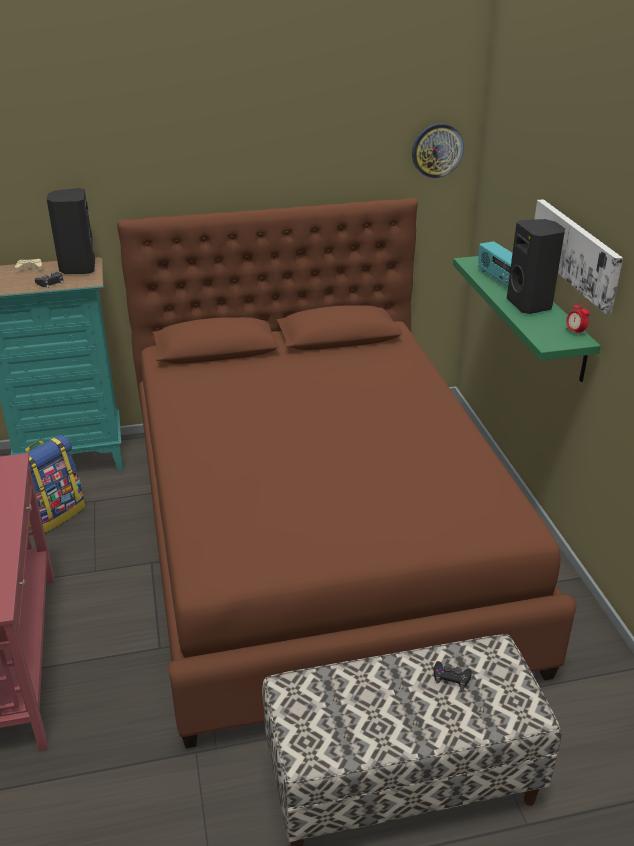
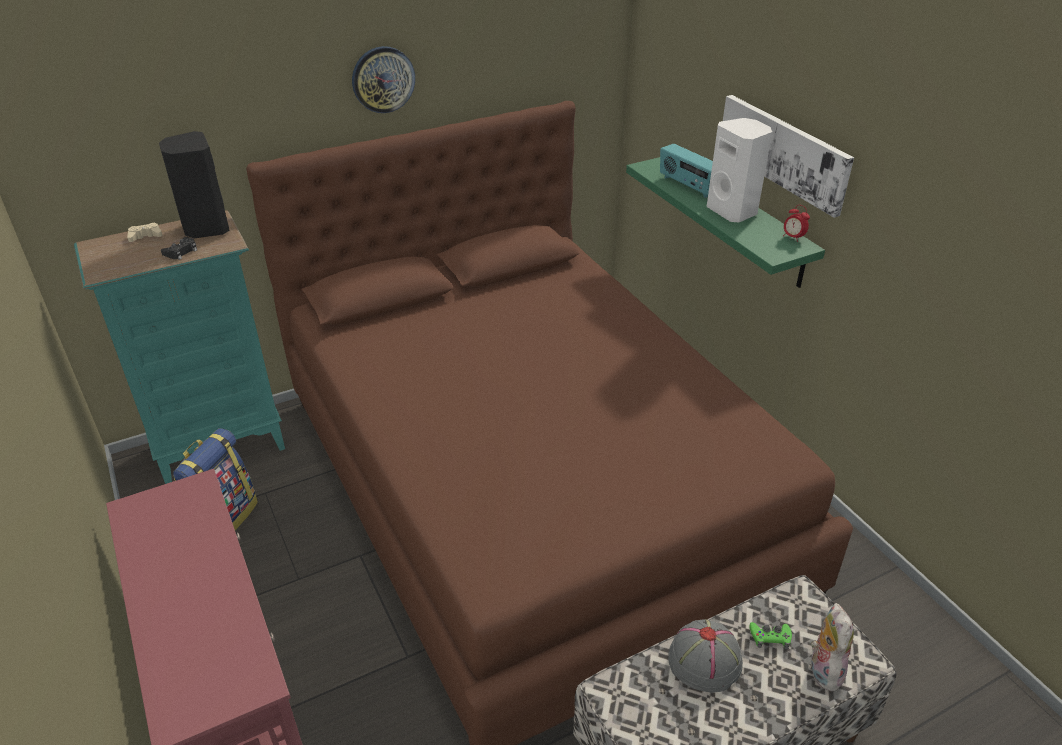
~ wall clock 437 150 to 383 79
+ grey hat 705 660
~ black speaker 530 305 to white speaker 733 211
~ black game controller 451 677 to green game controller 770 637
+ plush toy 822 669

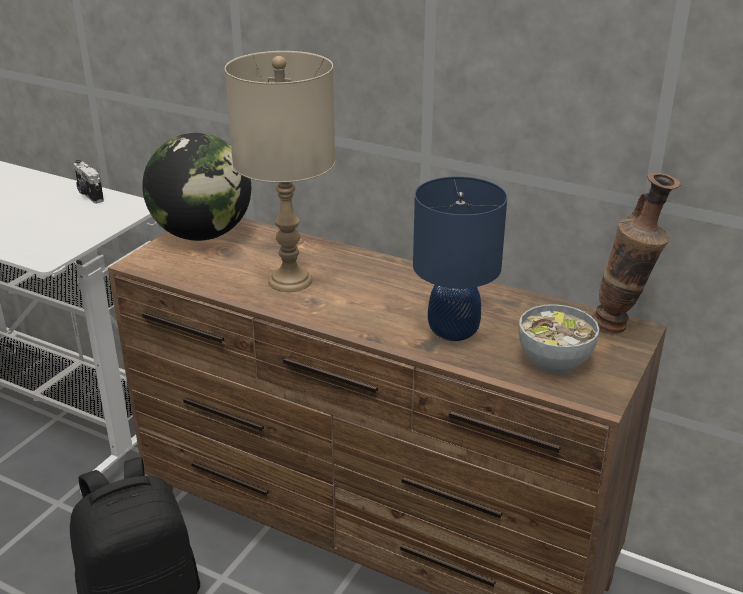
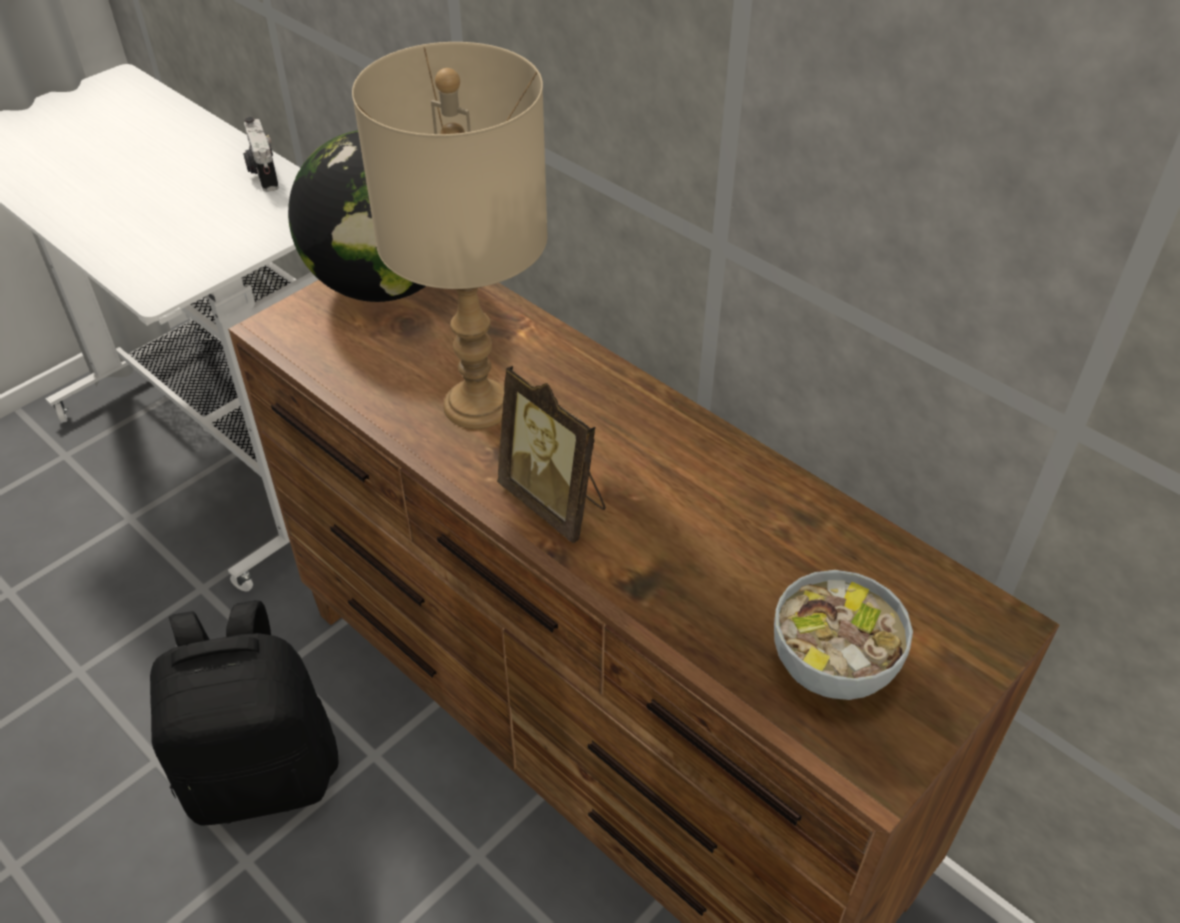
+ picture frame 555 502
- blue table lamp 454 331
- vase 621 327

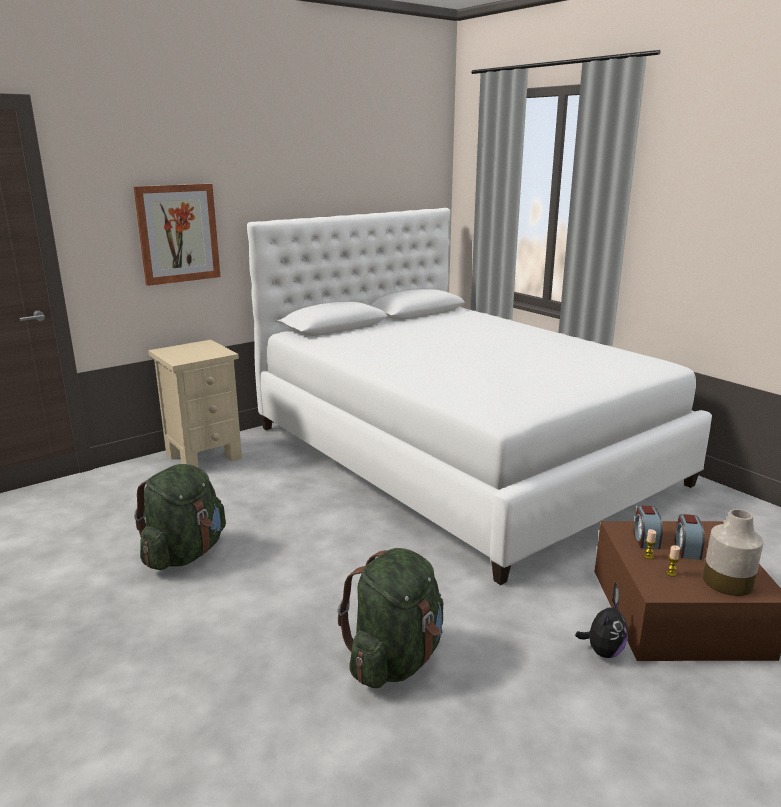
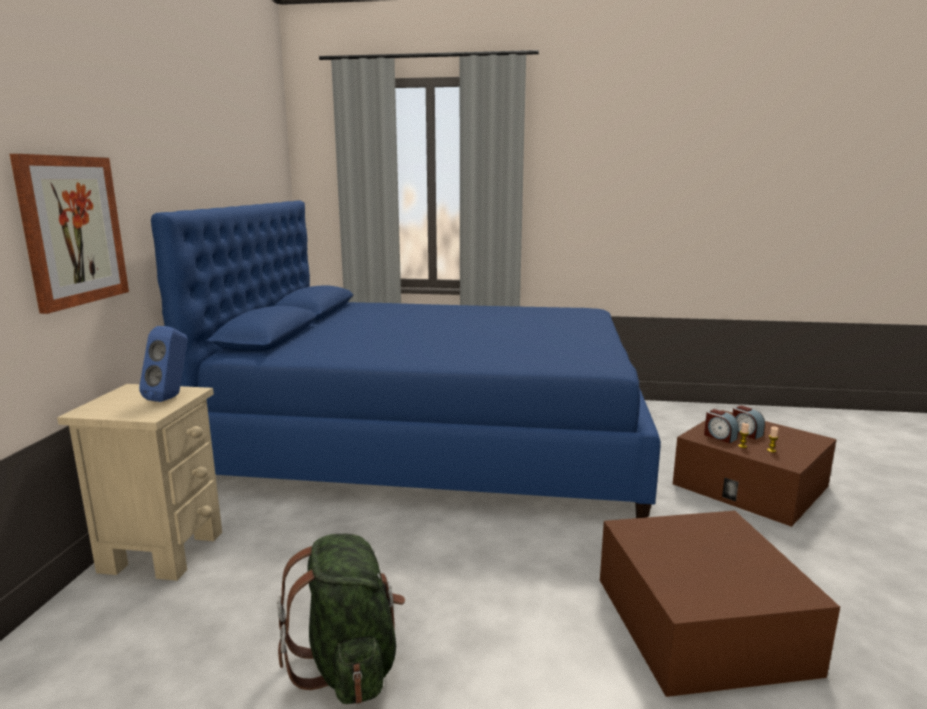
+ blue speaker 171 397
~ white bed 459 453 to blue bed 434 441
~ green backpack 395 659 to brown storage box 700 623
- plush toy 603 651
- beige vase 727 581

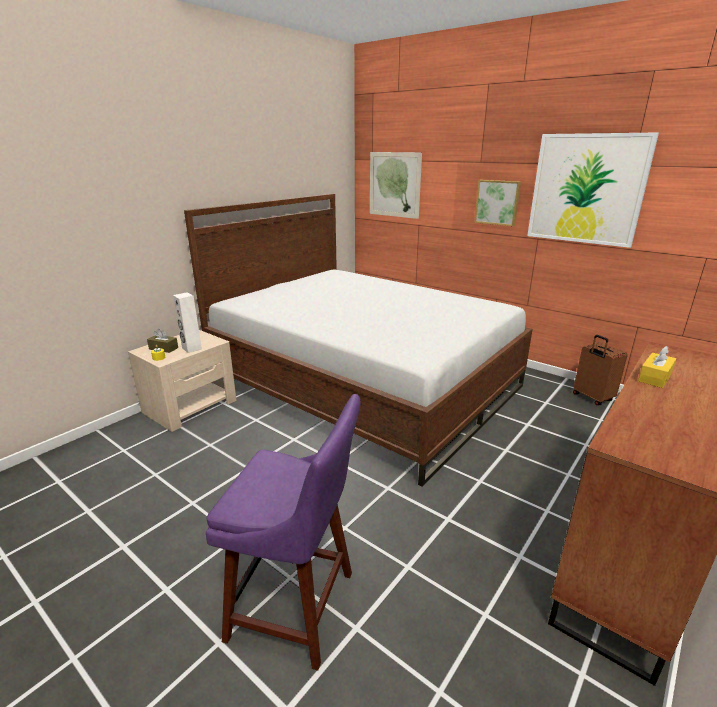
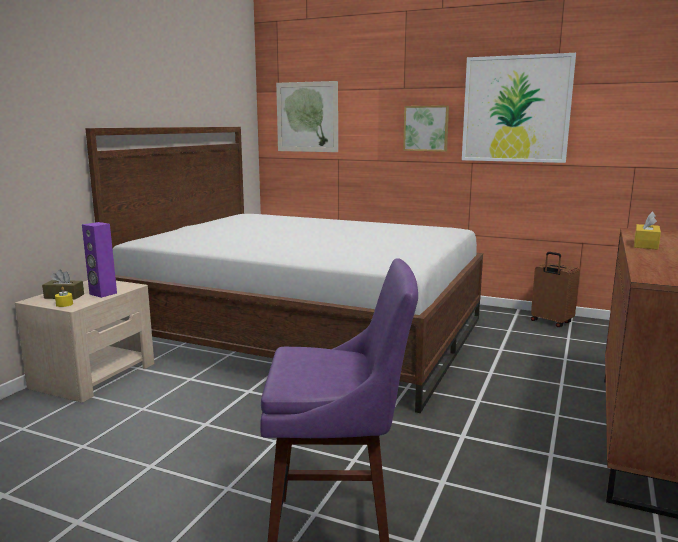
~ white speaker 191 348 to purple speaker 102 294

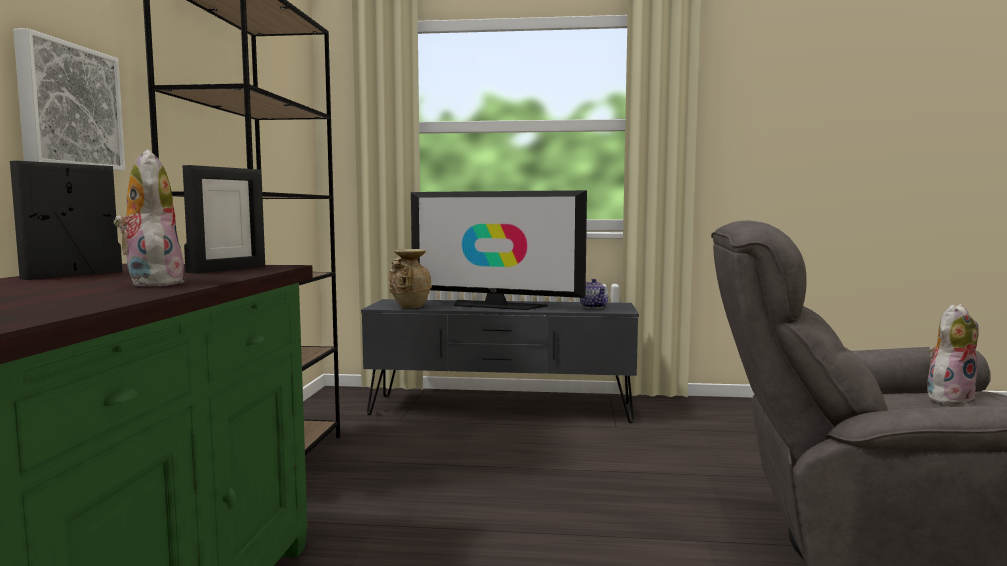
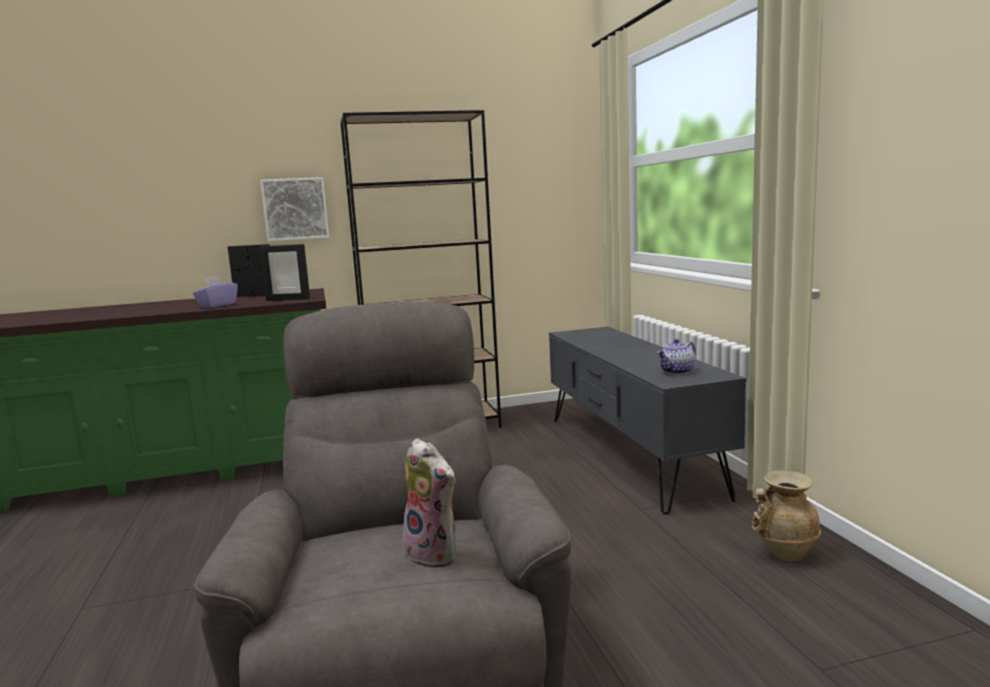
~ plush toy 151 283 to purple tissue box 217 305
~ beige vase 409 307 to 784 553
- television 495 305

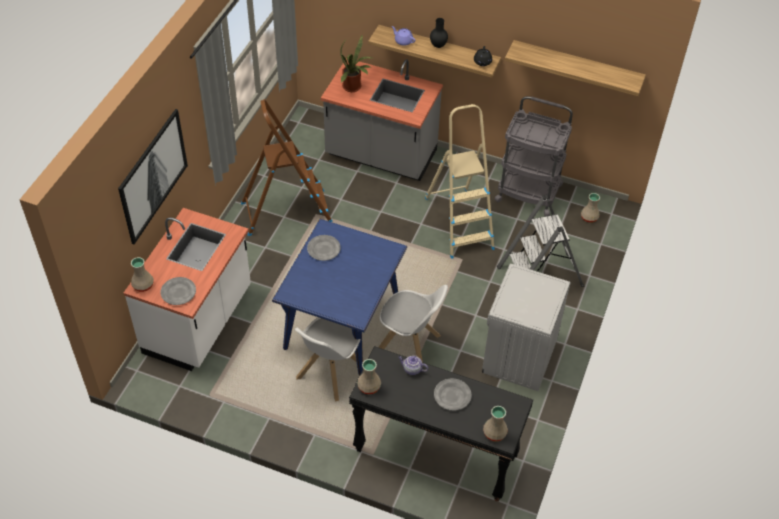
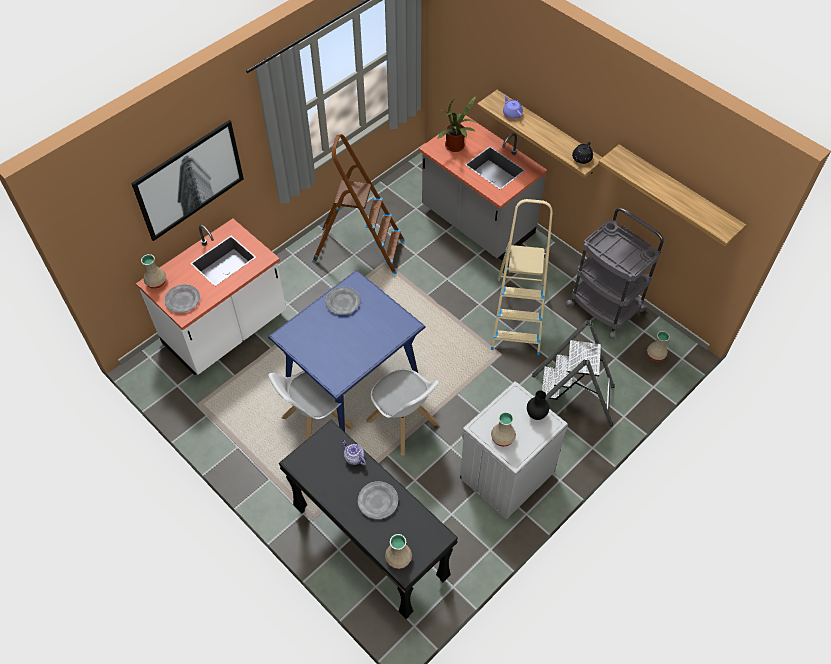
~ beige vase 369 386 to 503 438
~ black vase 437 46 to 535 415

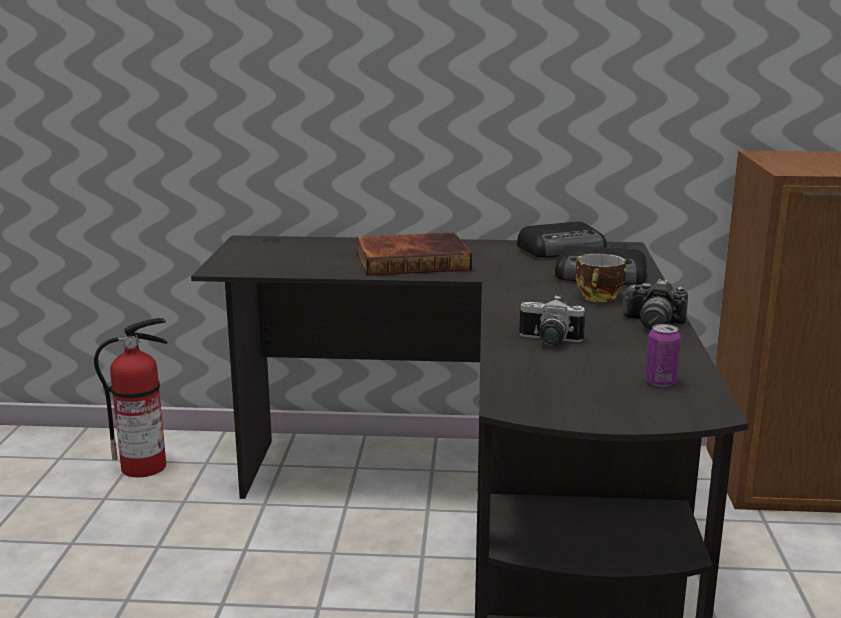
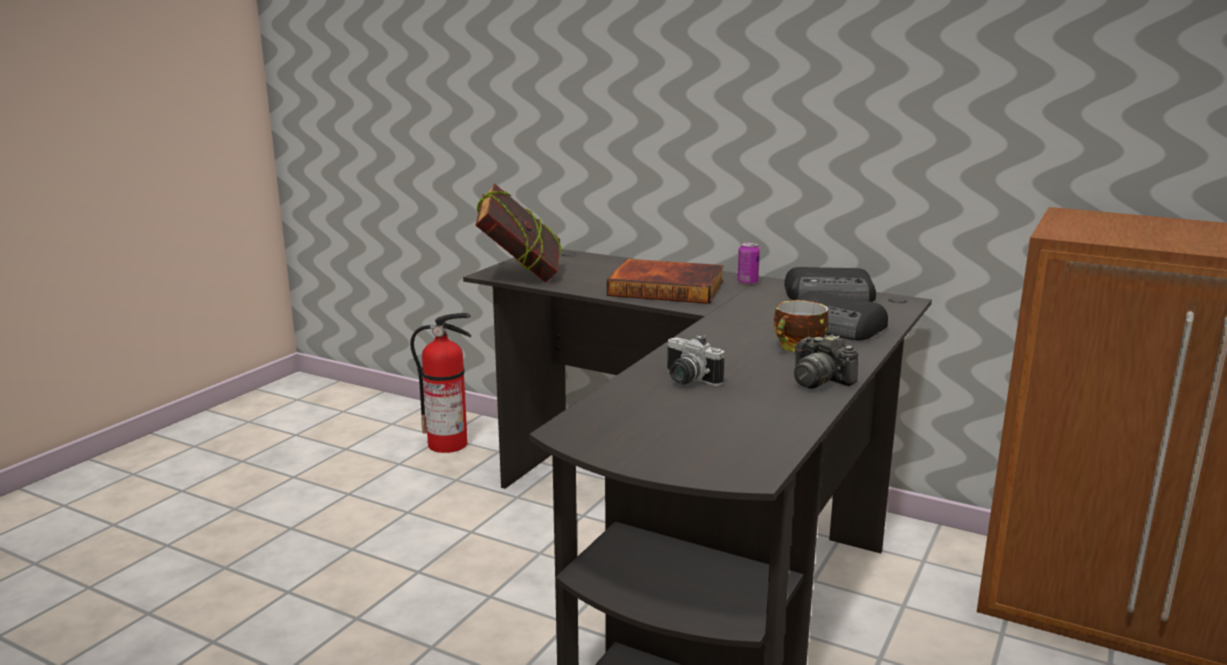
+ book 520 276
~ can 660 382 to 747 282

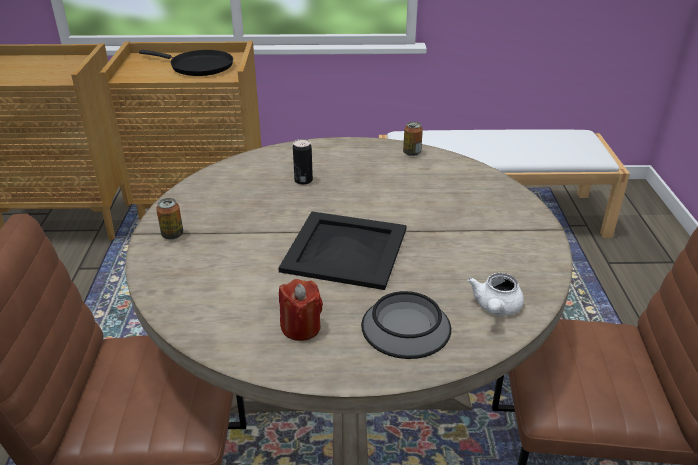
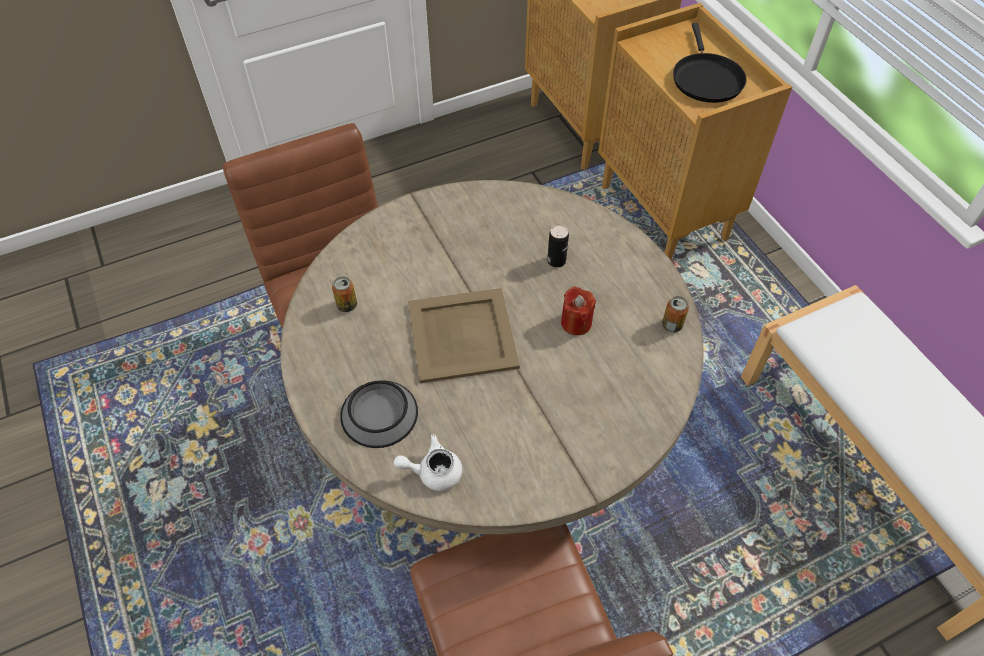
~ can 172 235 to 347 305
~ black tray 346 249 to beige tray 463 336
~ red candle 301 327 to 576 323

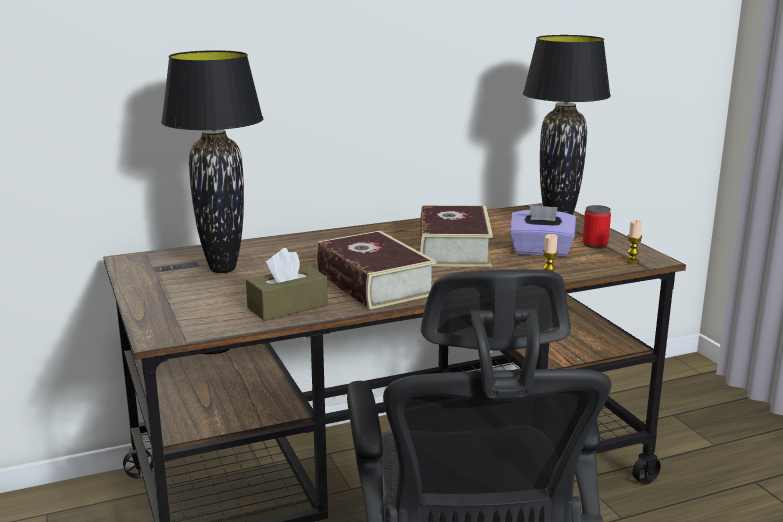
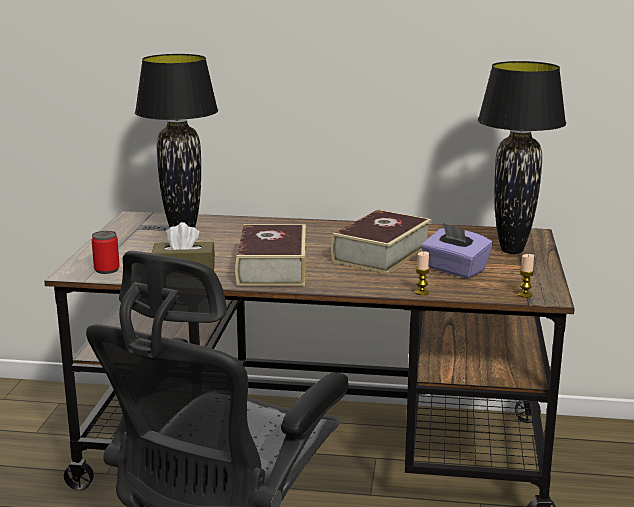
~ can 595 244 to 107 270

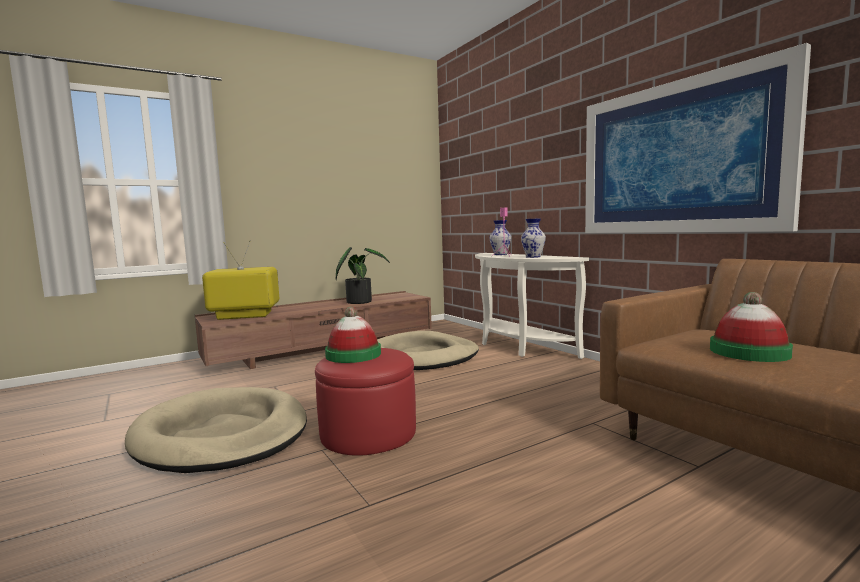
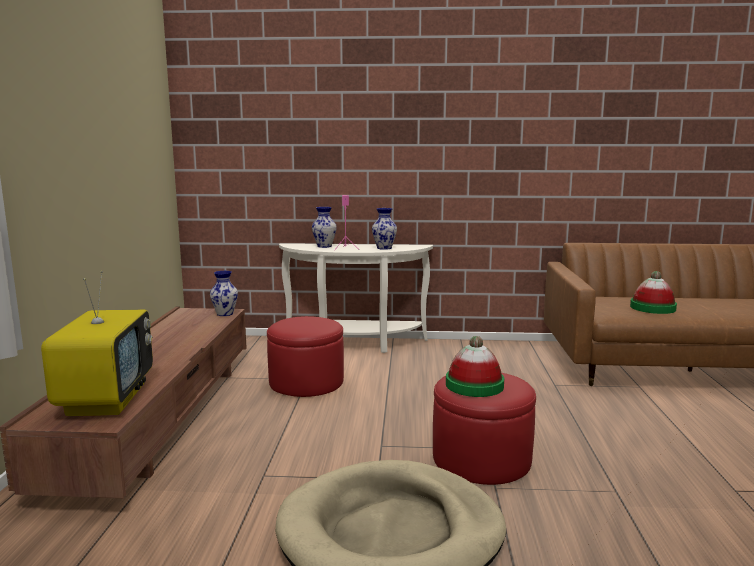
~ television 244 316 = 106 399 150 degrees clockwise
+ vase 225 314
~ beige dog bed 422 356 to red ottoman 306 382
- potted plant 360 301
- picture 677 158

